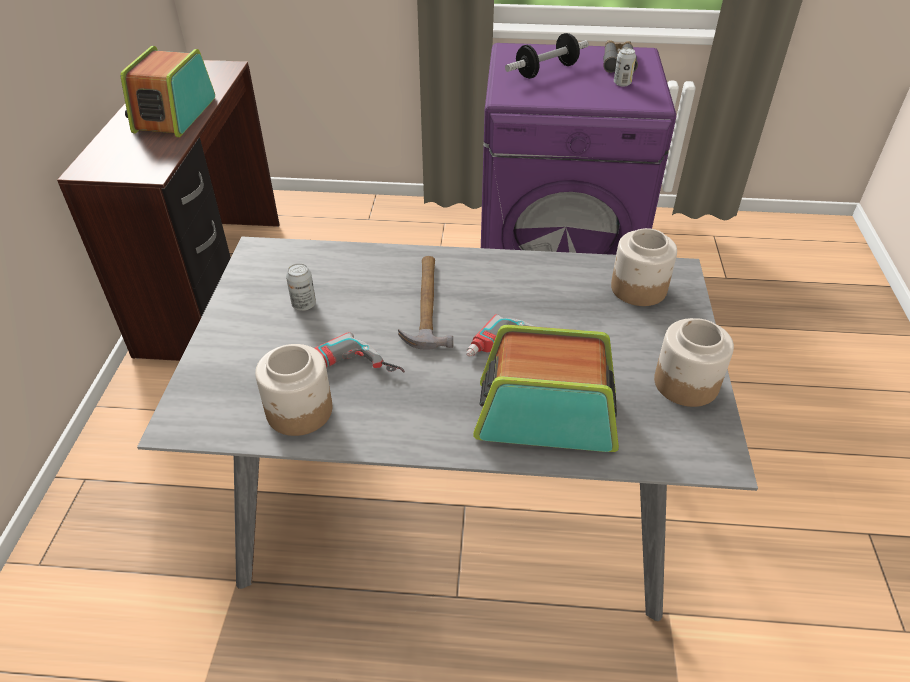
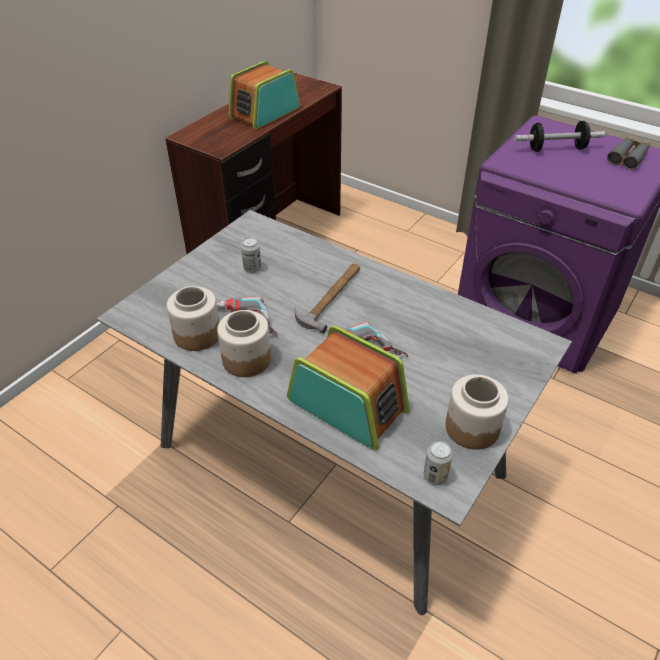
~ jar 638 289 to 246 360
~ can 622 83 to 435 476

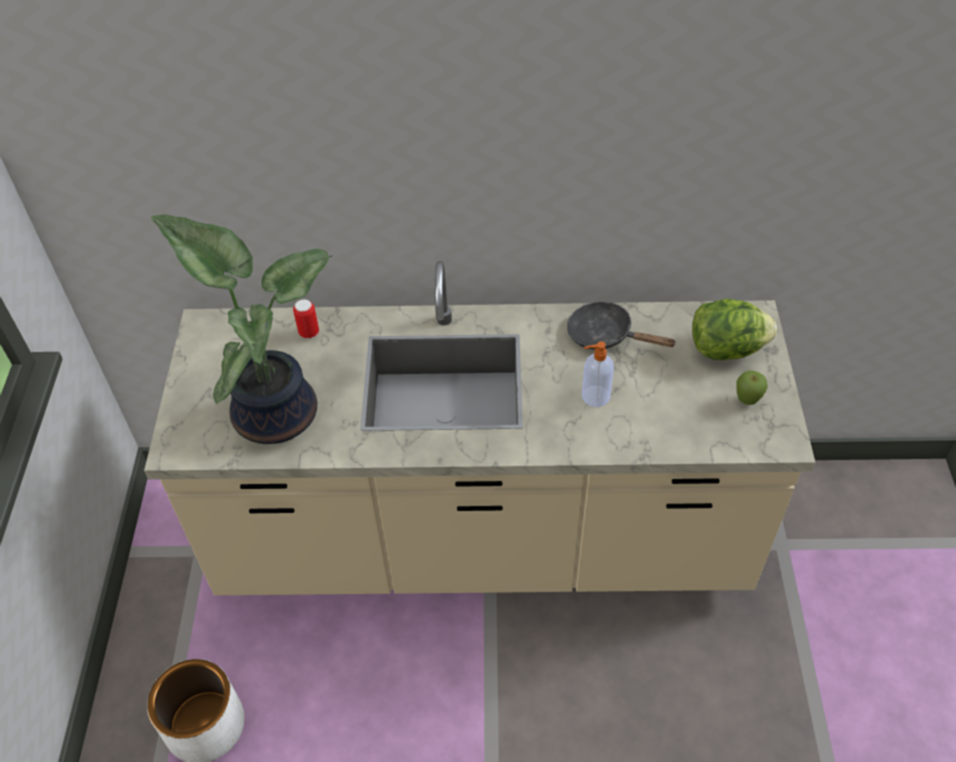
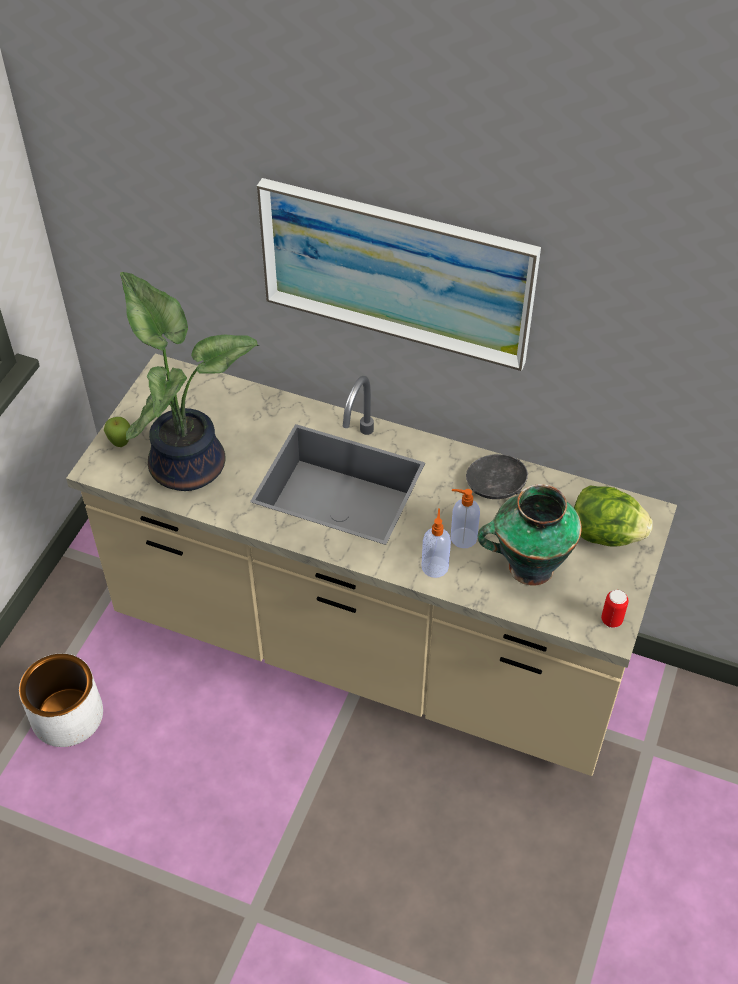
~ apple 747 401 to 121 444
+ picture 396 272
+ soap dispenser 435 566
+ vase 528 567
~ can 309 332 to 611 620

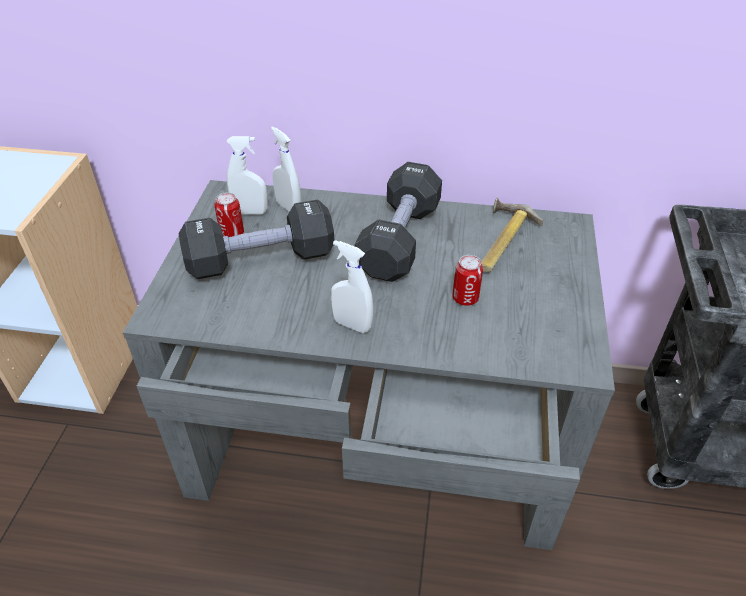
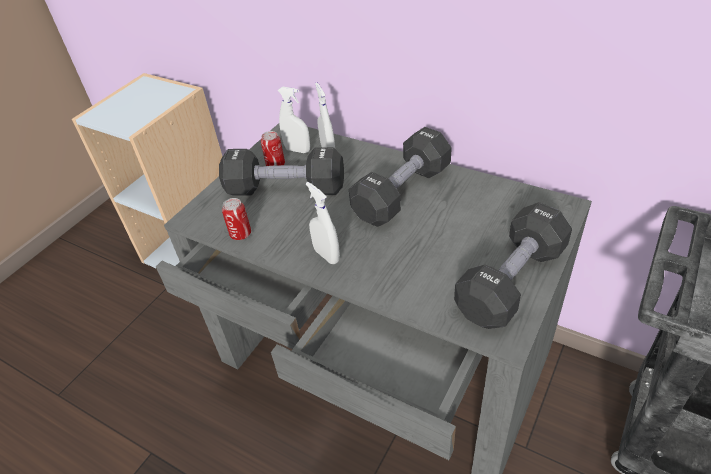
~ can 465 298 to 240 234
+ black dumbbell 511 281
- hammer 500 241

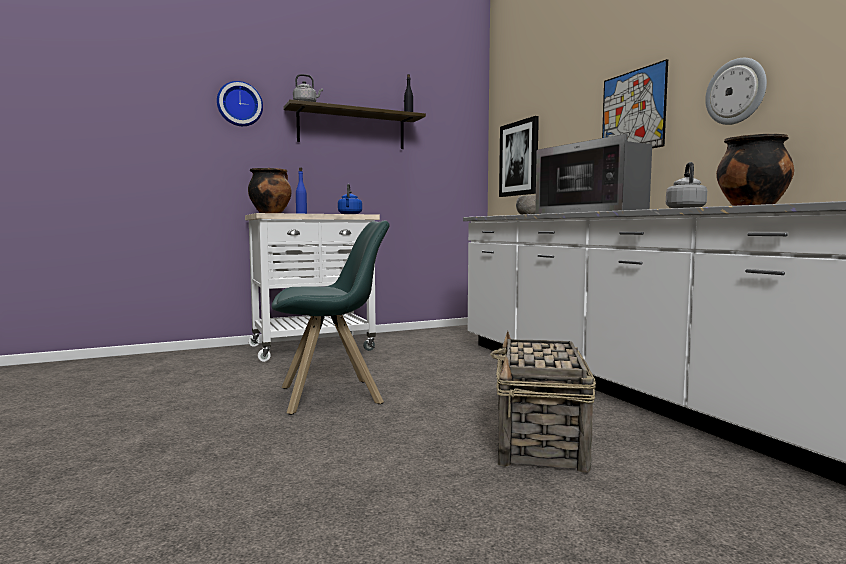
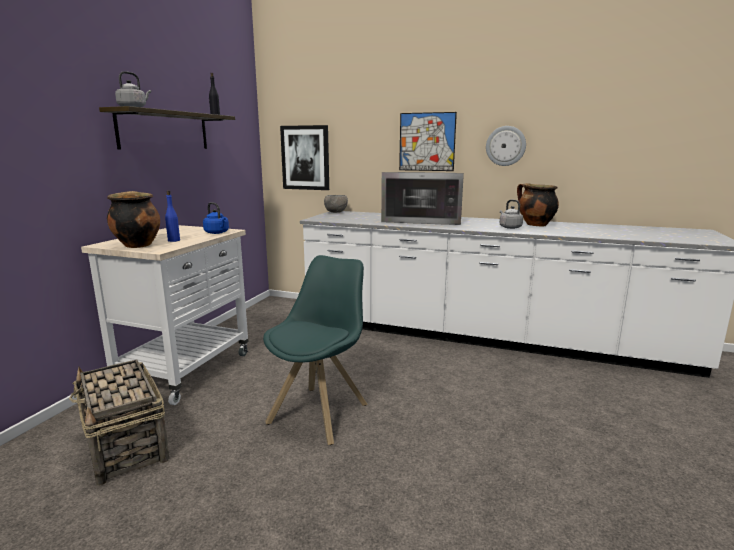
~ basket 540 441 to 126 446
- wall clock 239 104

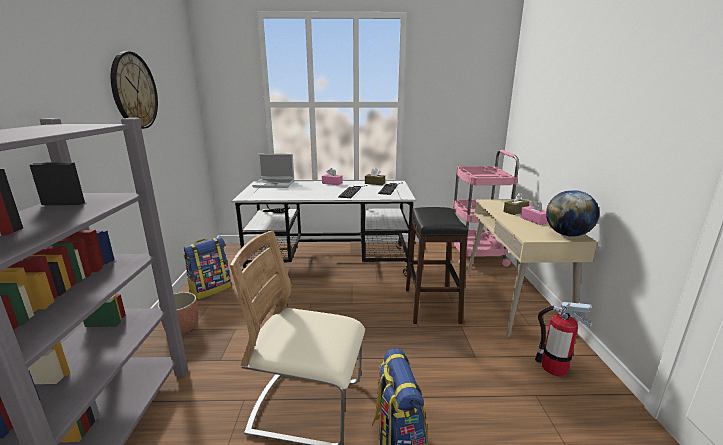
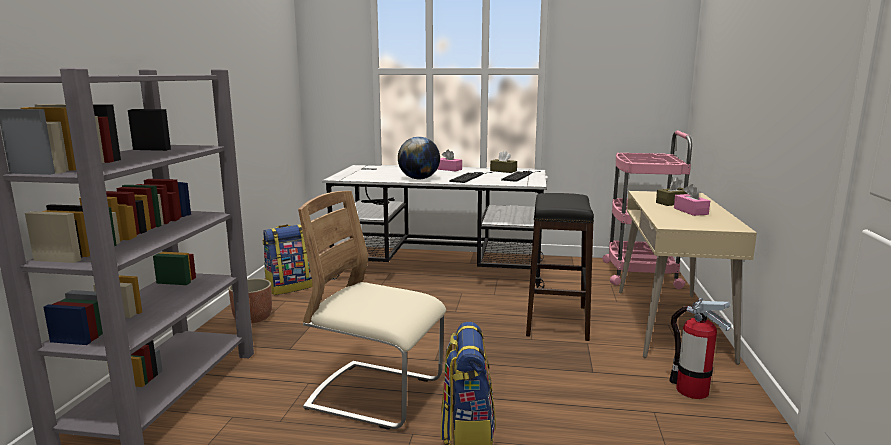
~ globe 567 234 to 419 179
- wall clock 134 91
- laptop 275 184

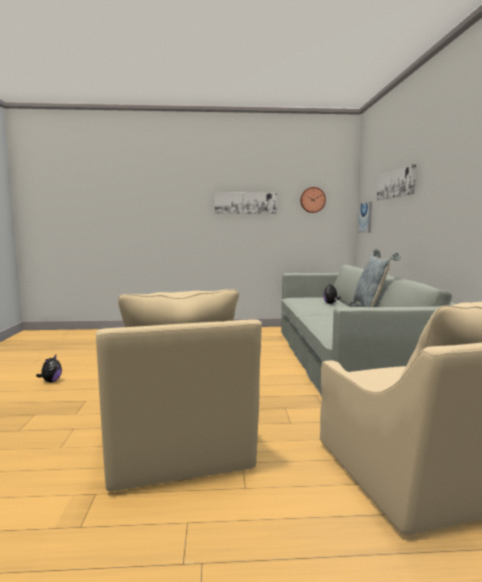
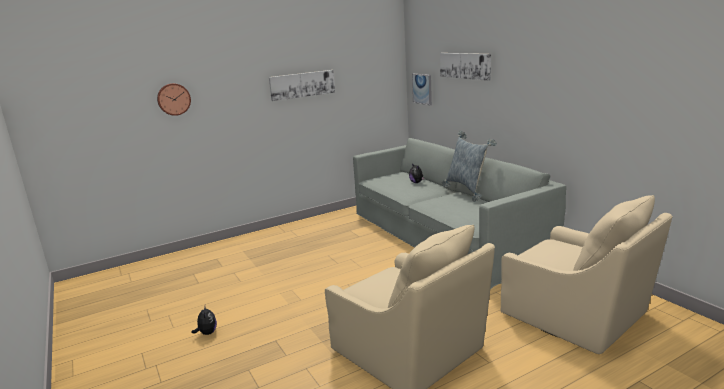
~ wall clock 312 200 to 173 99

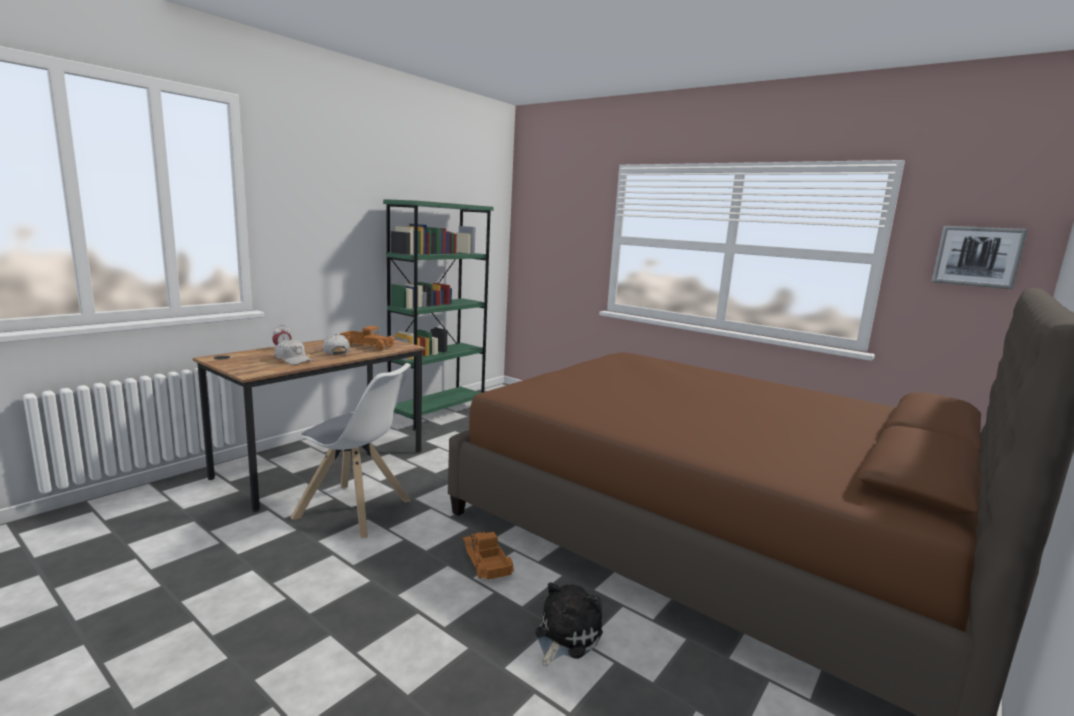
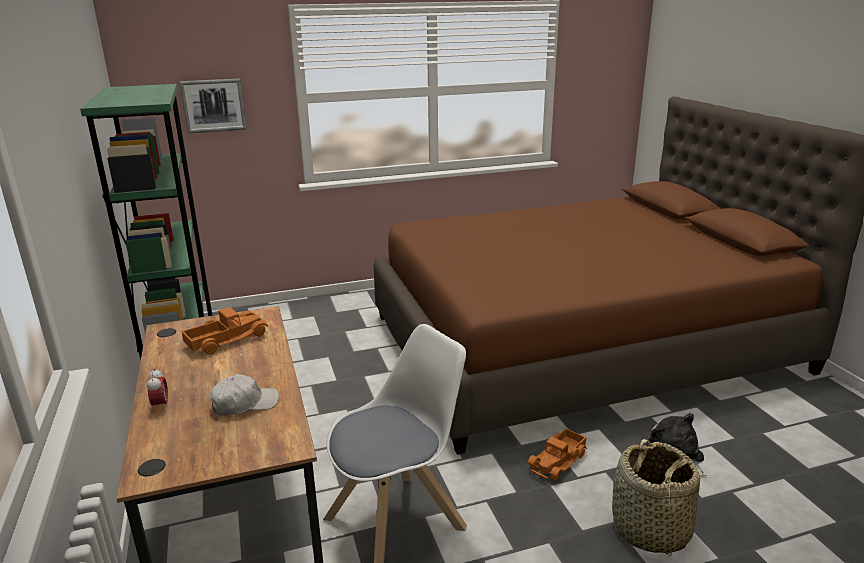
~ picture 977 256 to 213 105
~ toy truck 486 562 = 558 461 60 degrees counterclockwise
+ basket 650 529
- white cap 335 352

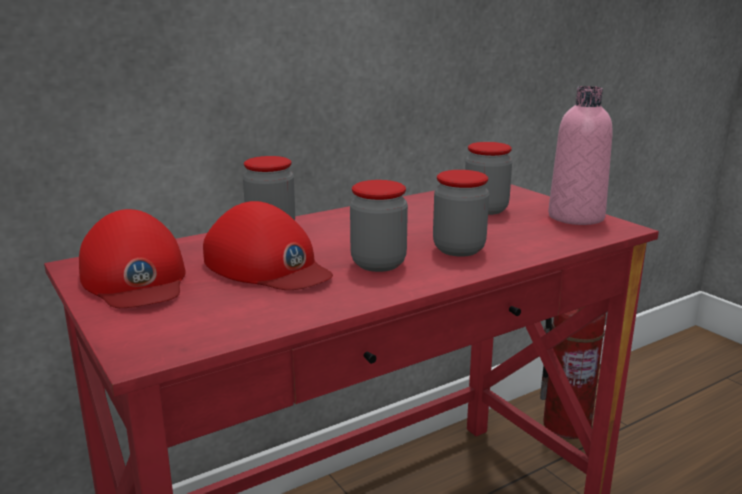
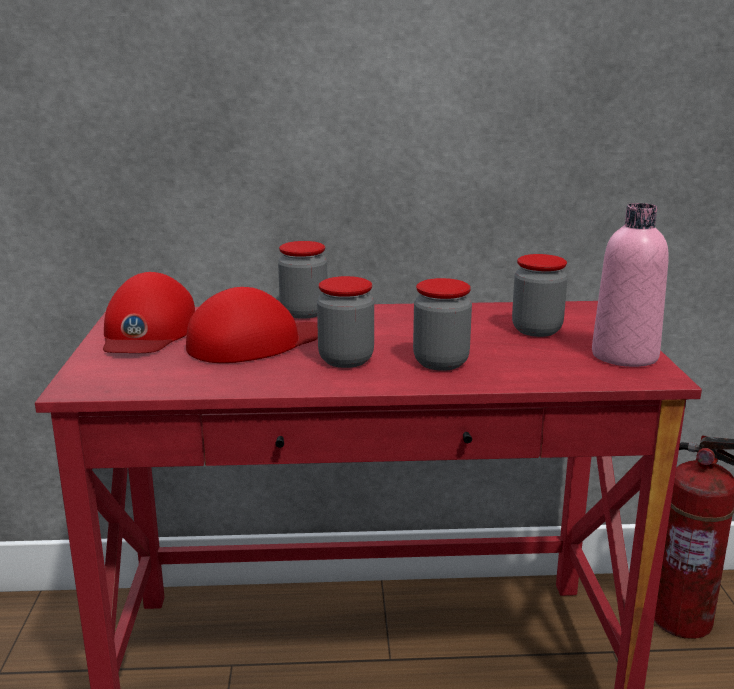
~ red cap 267 266 = 254 343 105 degrees counterclockwise

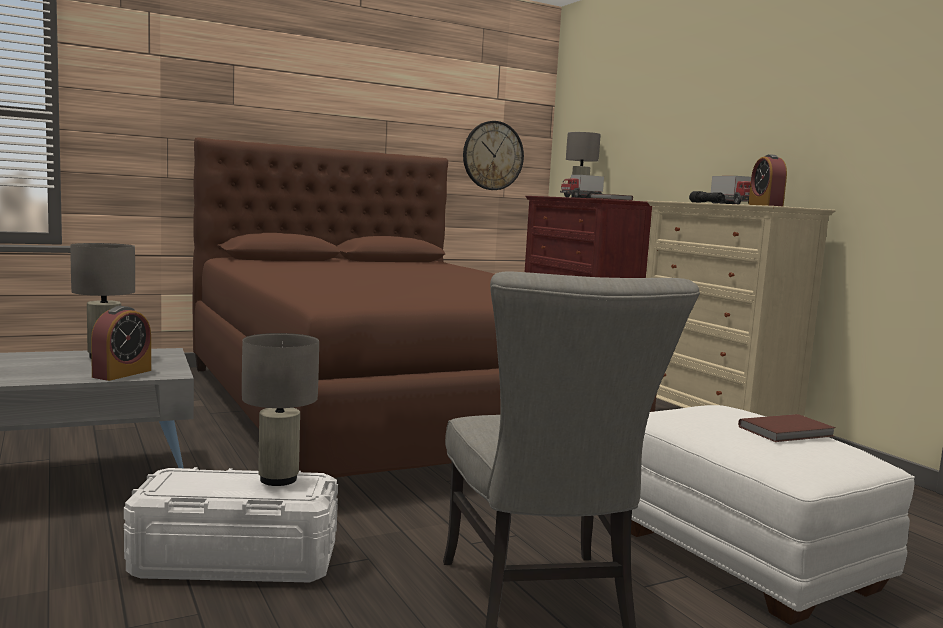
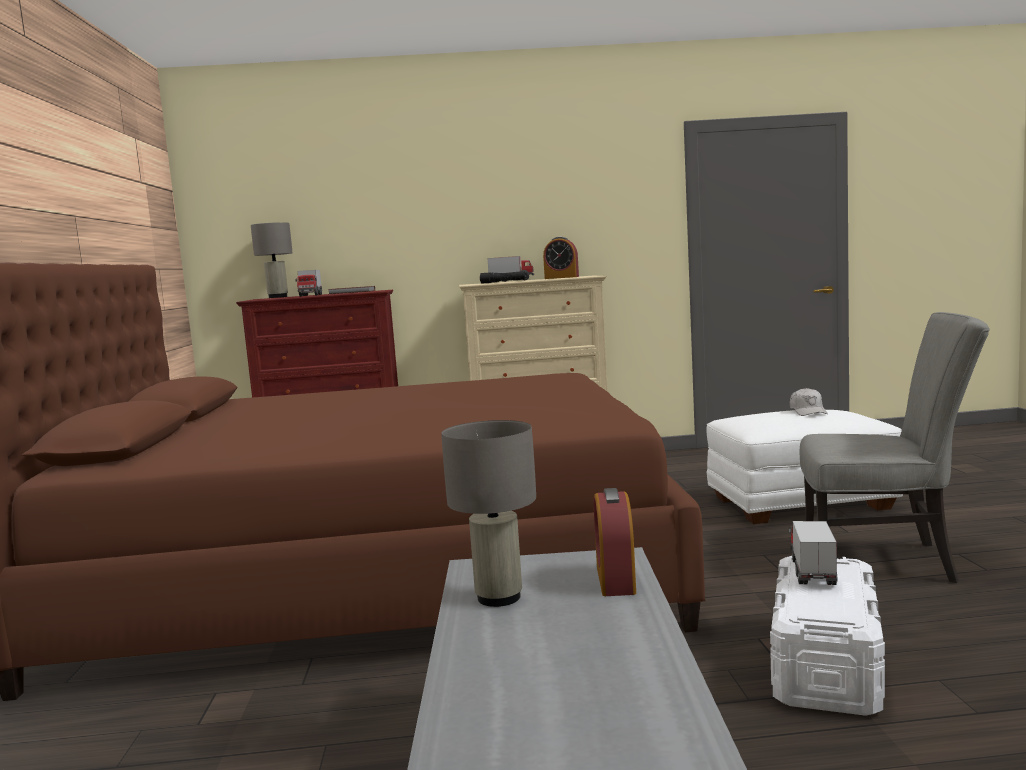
~ alarm clock 122 373 = 615 580 135 degrees counterclockwise
~ grey table lamp 277 479 to toy truck 812 571
~ brown book 788 432 to white cap 808 411
- wall clock 493 155

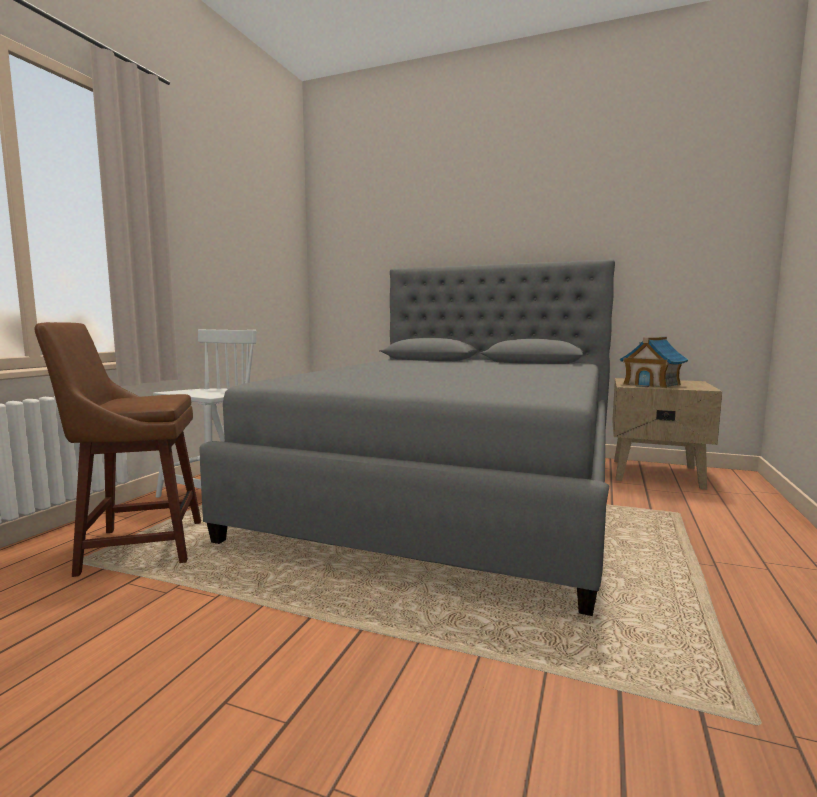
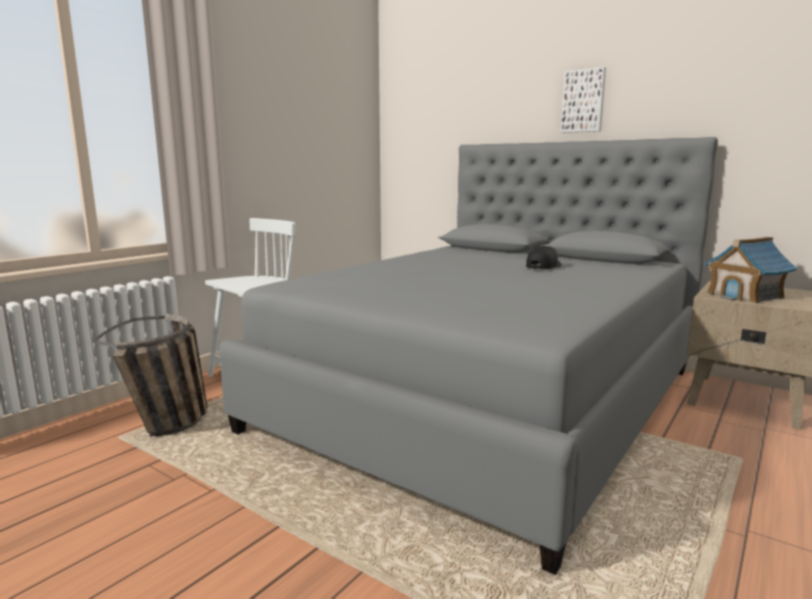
~ brown chair 136 546 to basket 170 428
+ black cap 543 266
+ picture 583 101

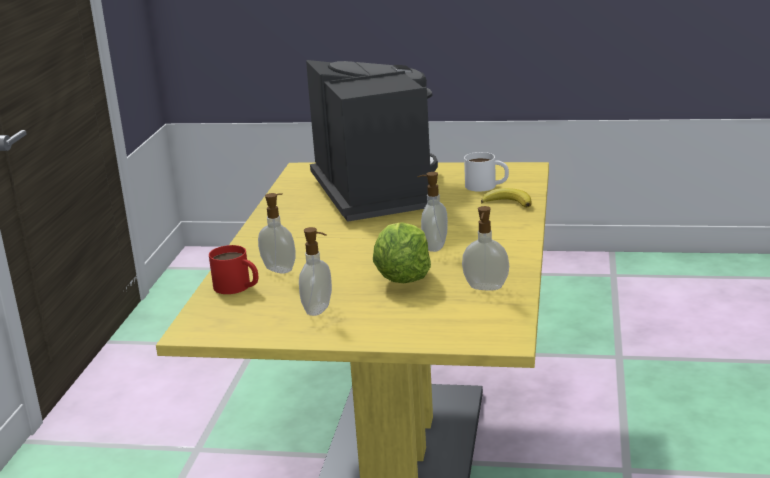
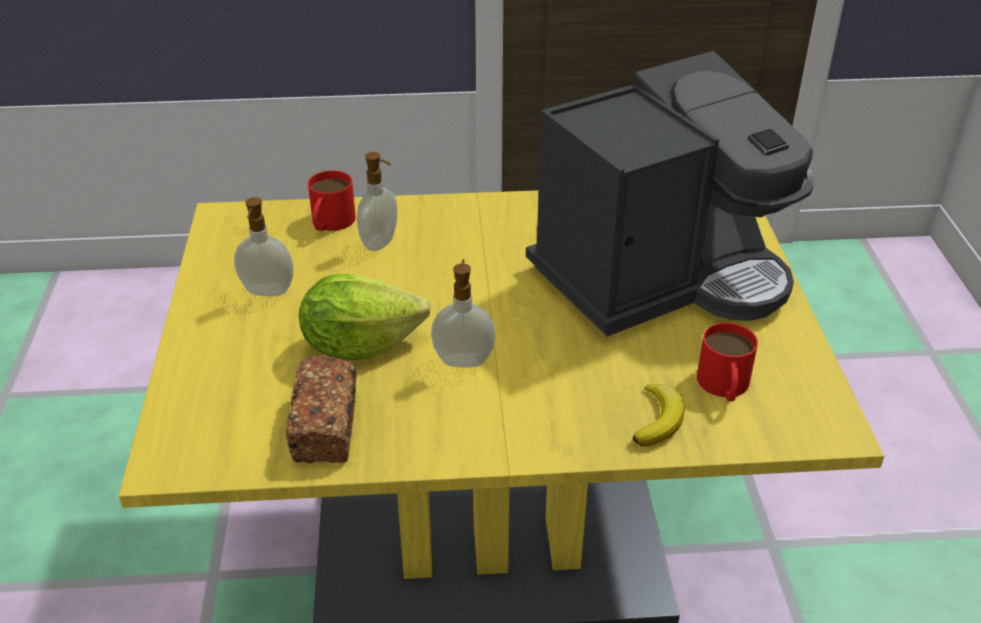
~ soap dispenser 485 288 to bread 326 427
~ white mug 486 186 to red mug 724 387

